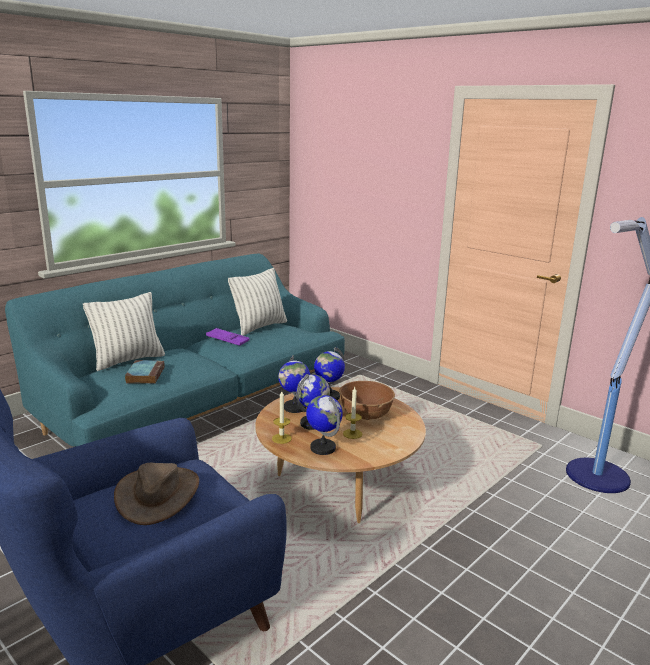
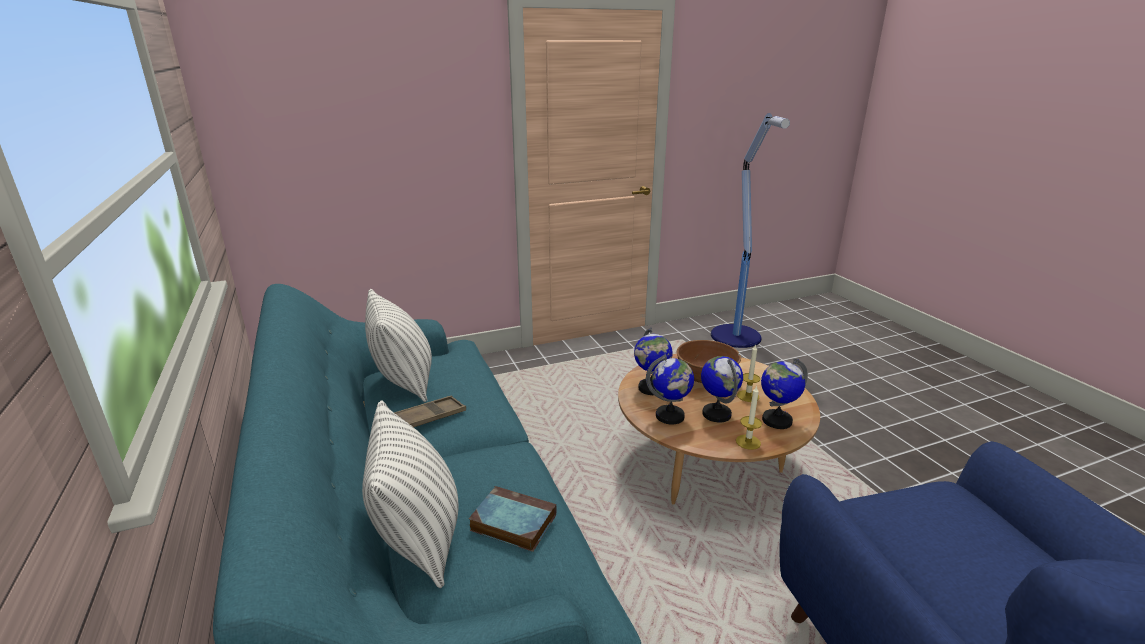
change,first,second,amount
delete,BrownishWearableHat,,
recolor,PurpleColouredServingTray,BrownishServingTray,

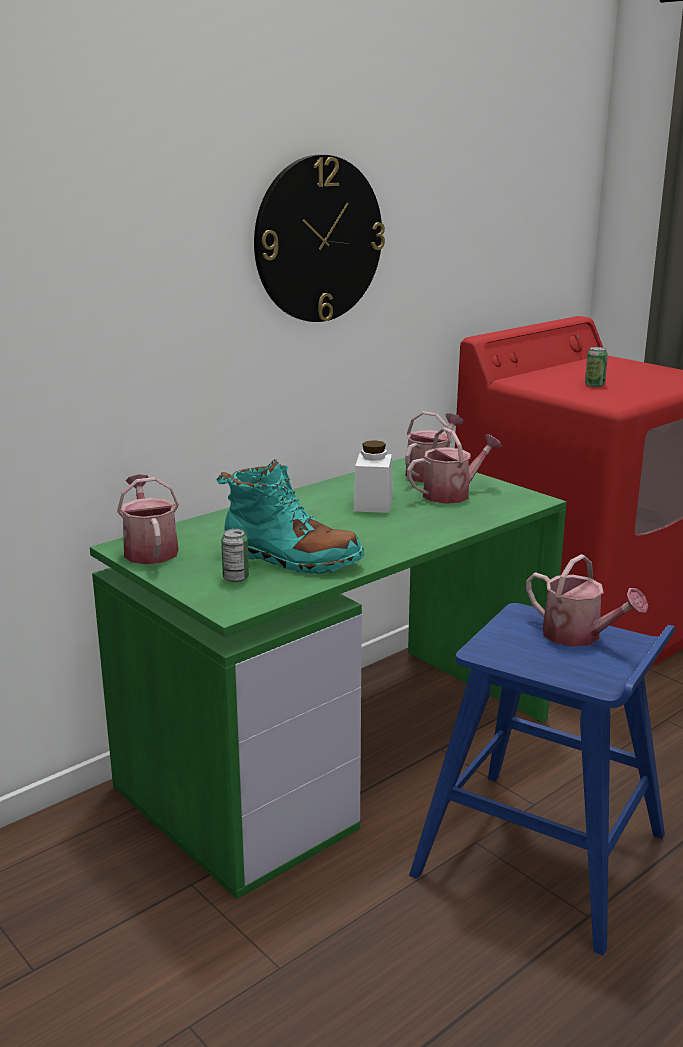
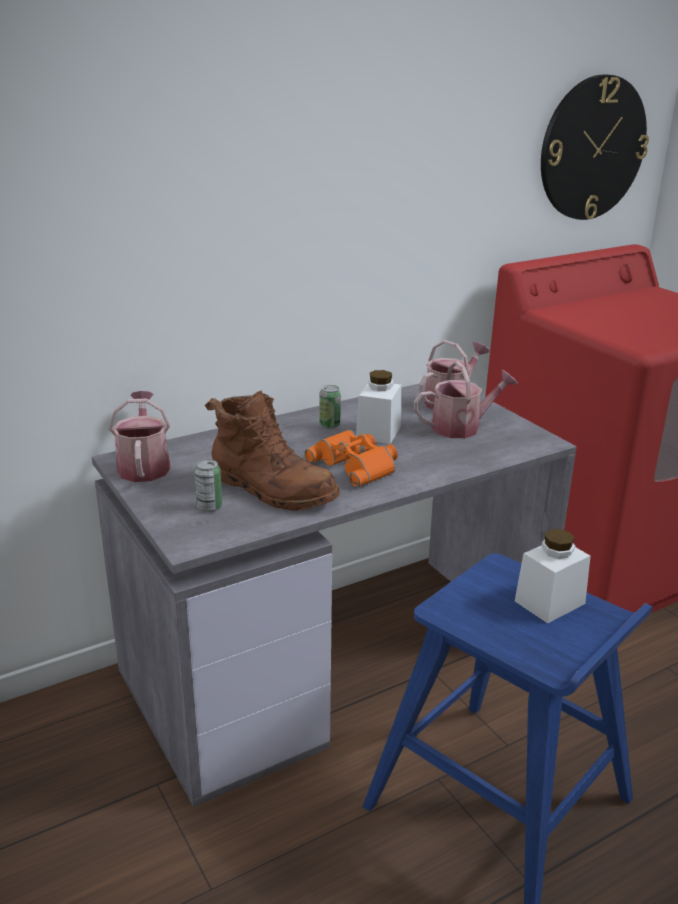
change,first,second,amount
insert,,OrangeBinoculars,
move,HangingClock,,
move,Can (2nd from left),,
replace,WateringPot (4th from left),WhitishPreserveJar (2nd from left),
recolor,GreenColouredDeskTable,GreyishDeskTable,
recolor,TurquoiseColouredBoot,BrownishBoot,

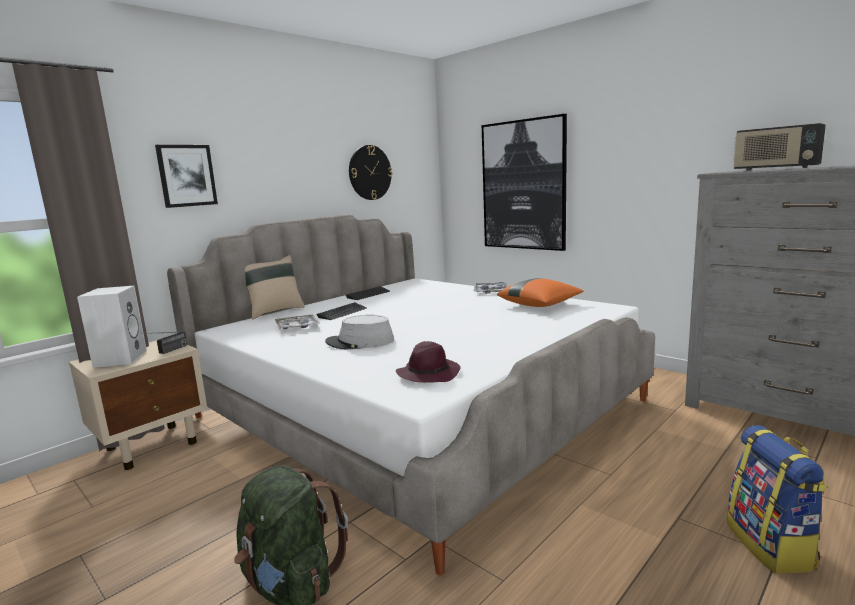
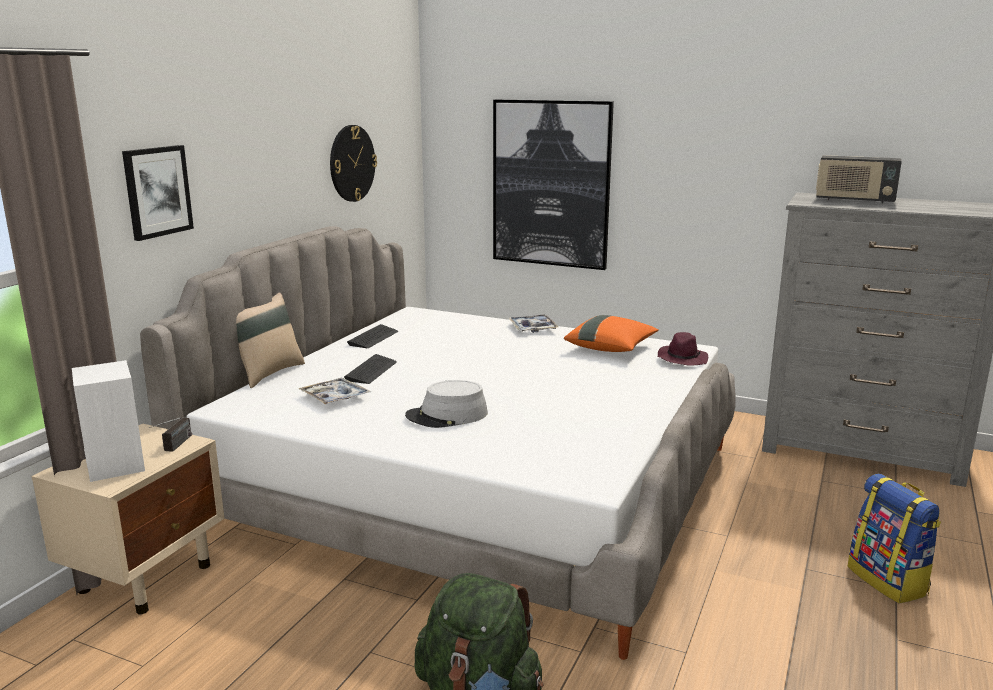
change,first,second,amount
move,PurpleColouredWearableHat,,

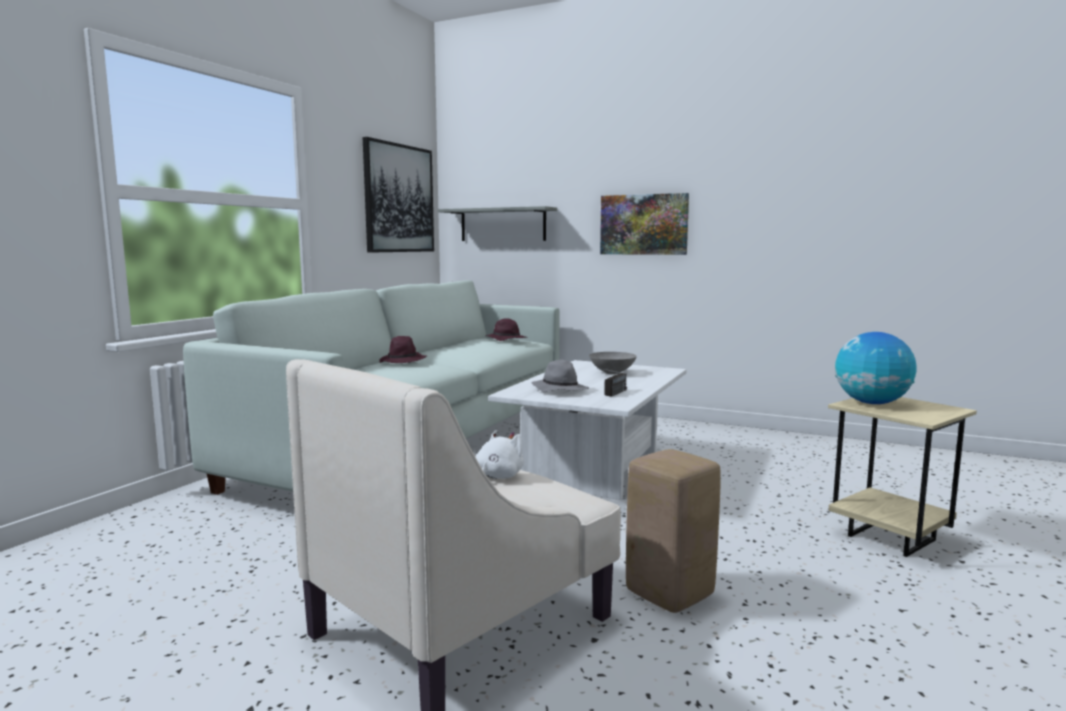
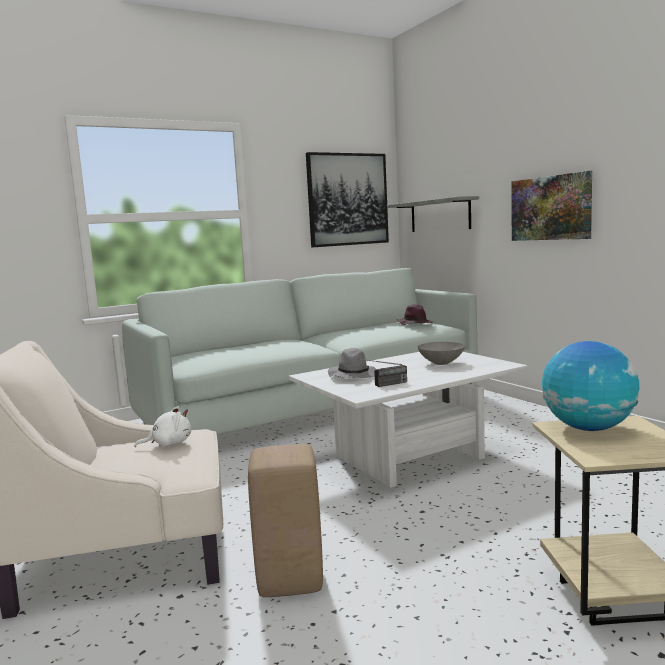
change,first,second,amount
delete,PurpleColouredWearableHat (1st from left),,

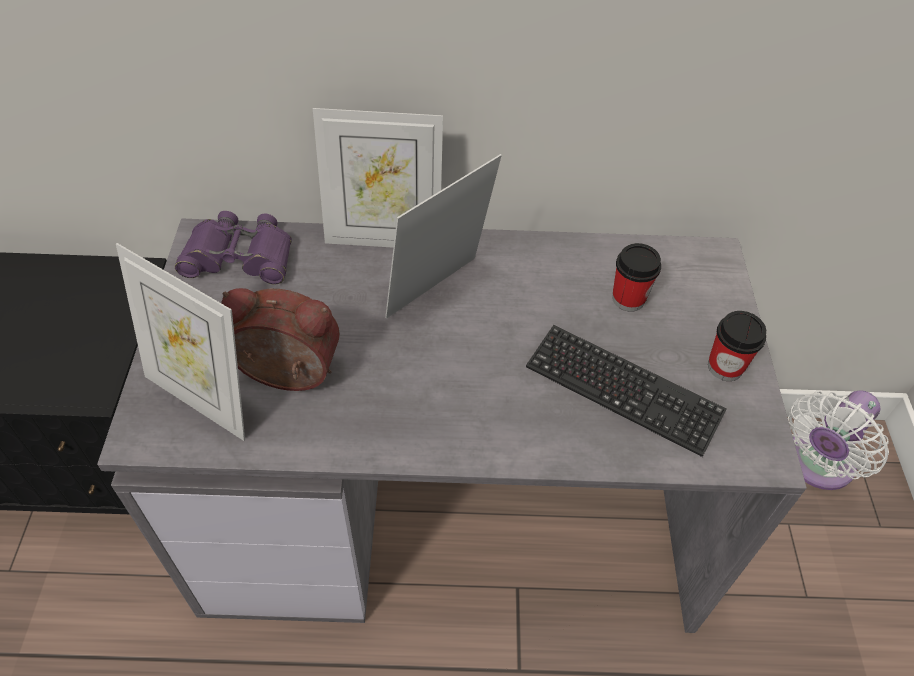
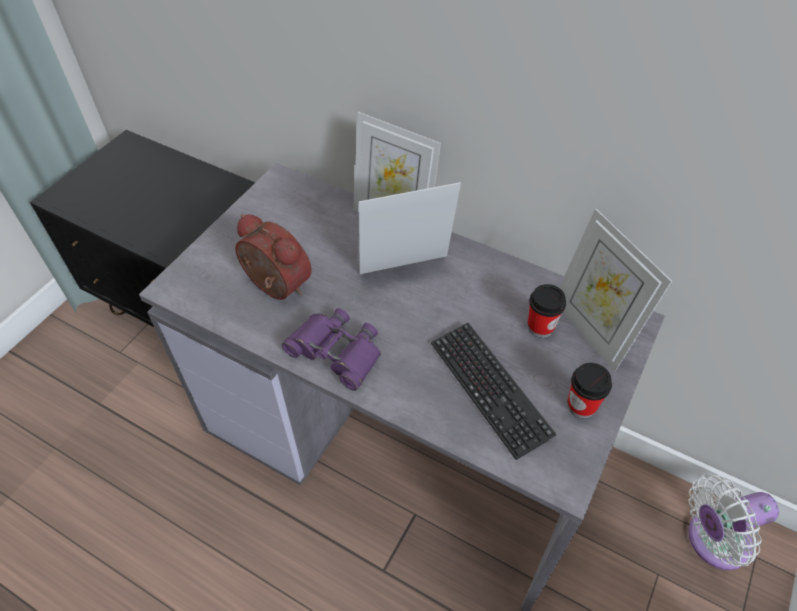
change,first,second,amount
move,PhotoFrame (1st from left in the first image),PhotoFrame (3rd from left),
move,PurpleColouredBinoculars,,

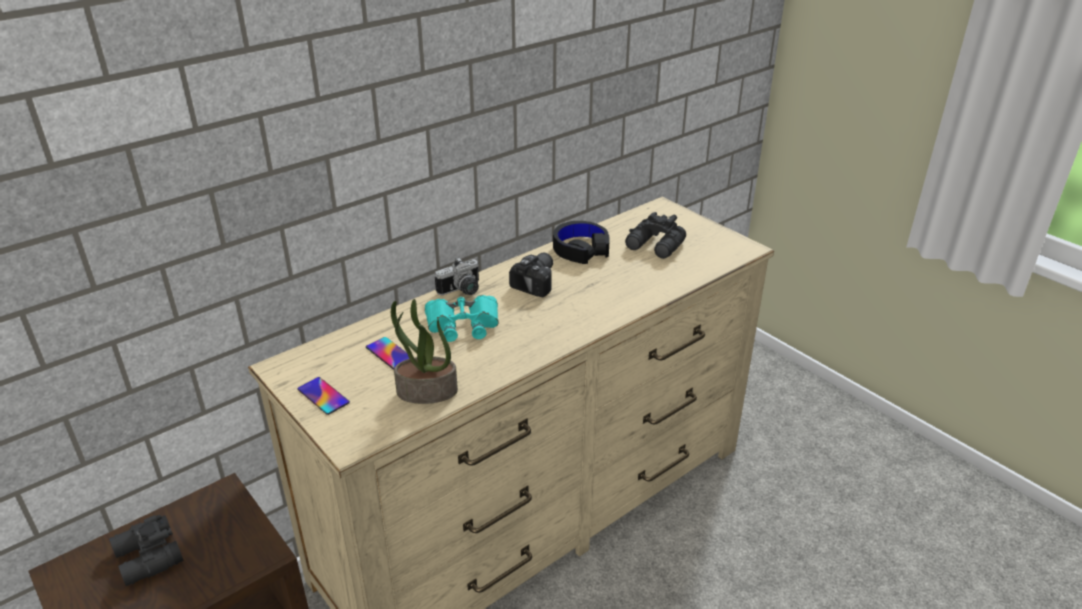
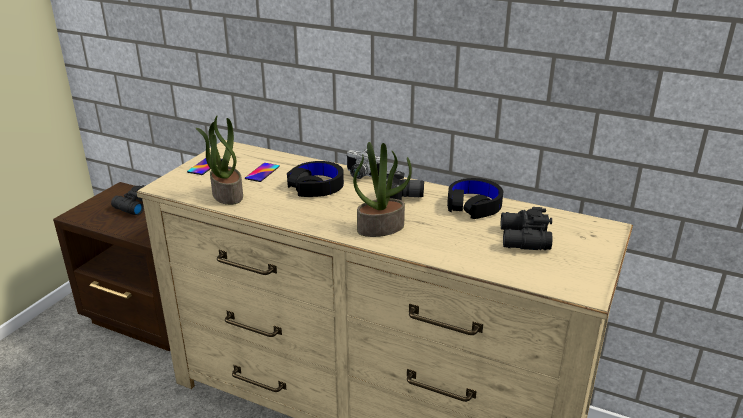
change,first,second,amount
insert,,PlantInAPot (2nd from left),
replace,TurquoiseColouredBinoculars,BlackColouredHeadphones (1st from left),

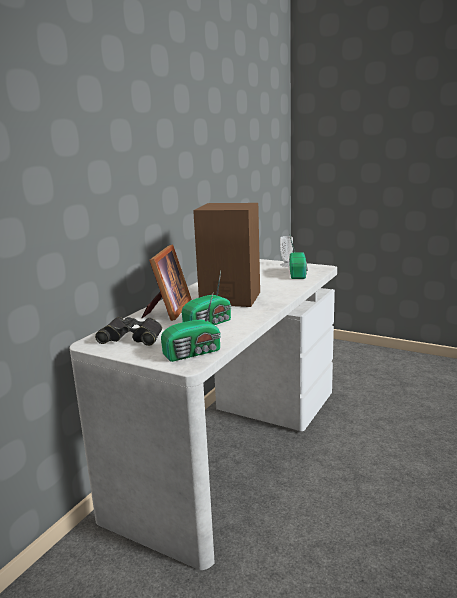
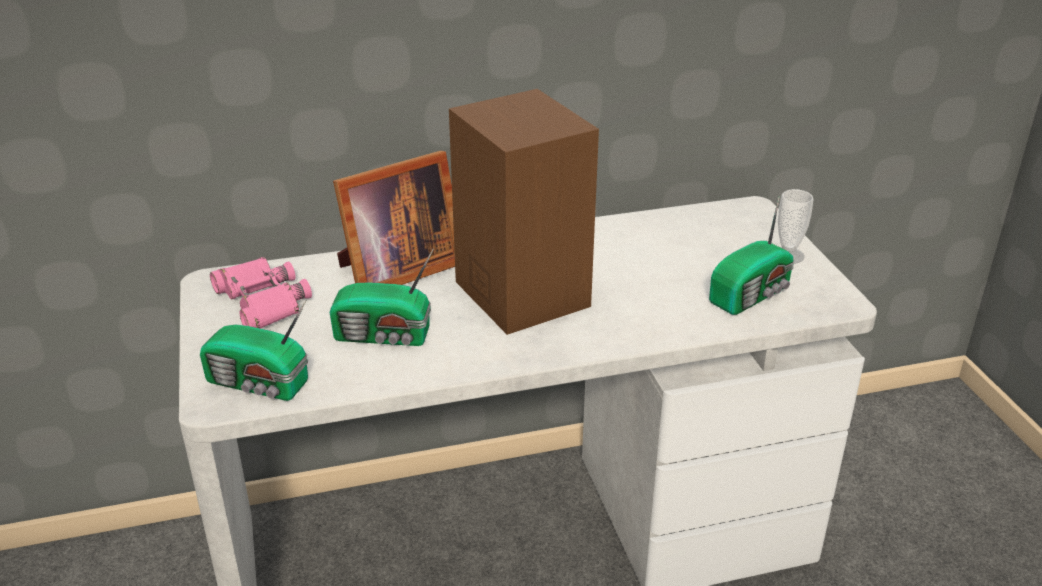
change,first,second,amount
recolor,BlackColouredBinoculars,PinkColouredBinoculars,

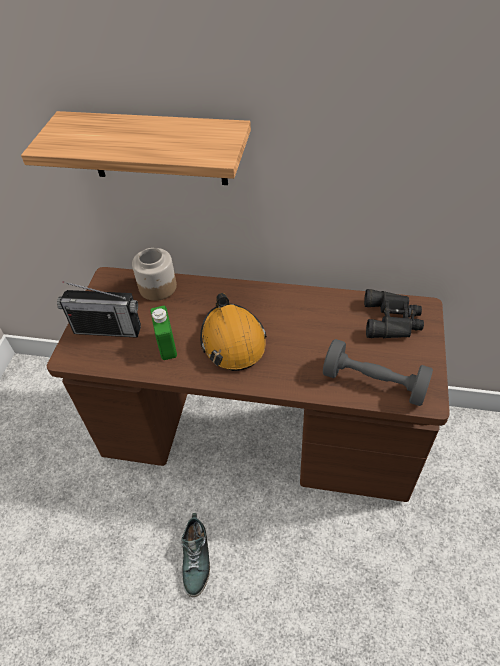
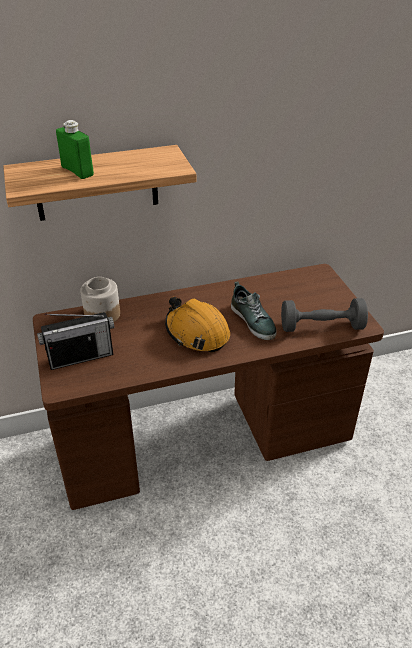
change,first,second,amount
delete,BlackColouredBinoculars,,
move,GreenColouredBeverageBottle,,
move,Shoe,,

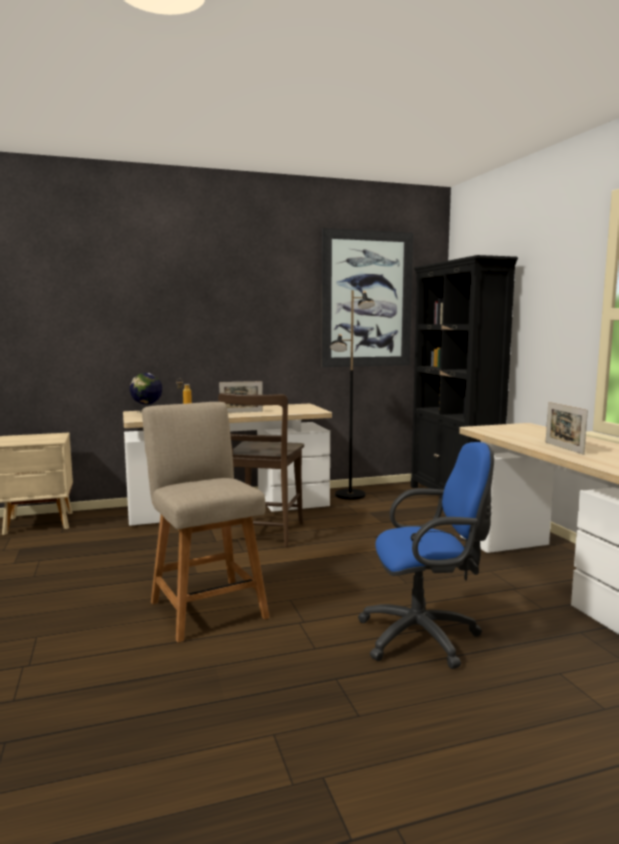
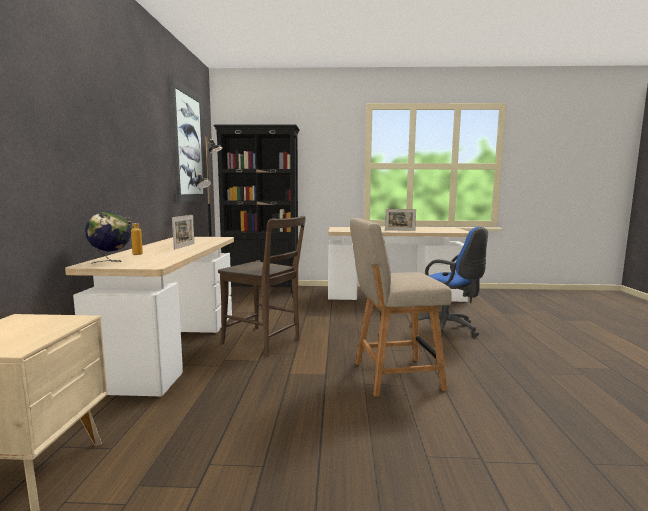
change,first,second,amount
rotate,BlueColouredOfficeChair,,120 degrees clockwise

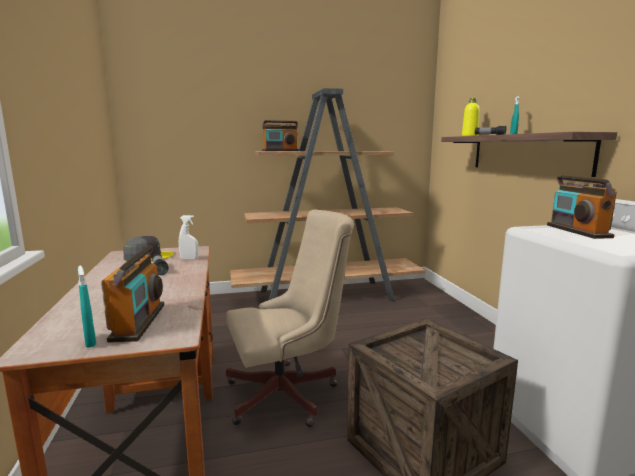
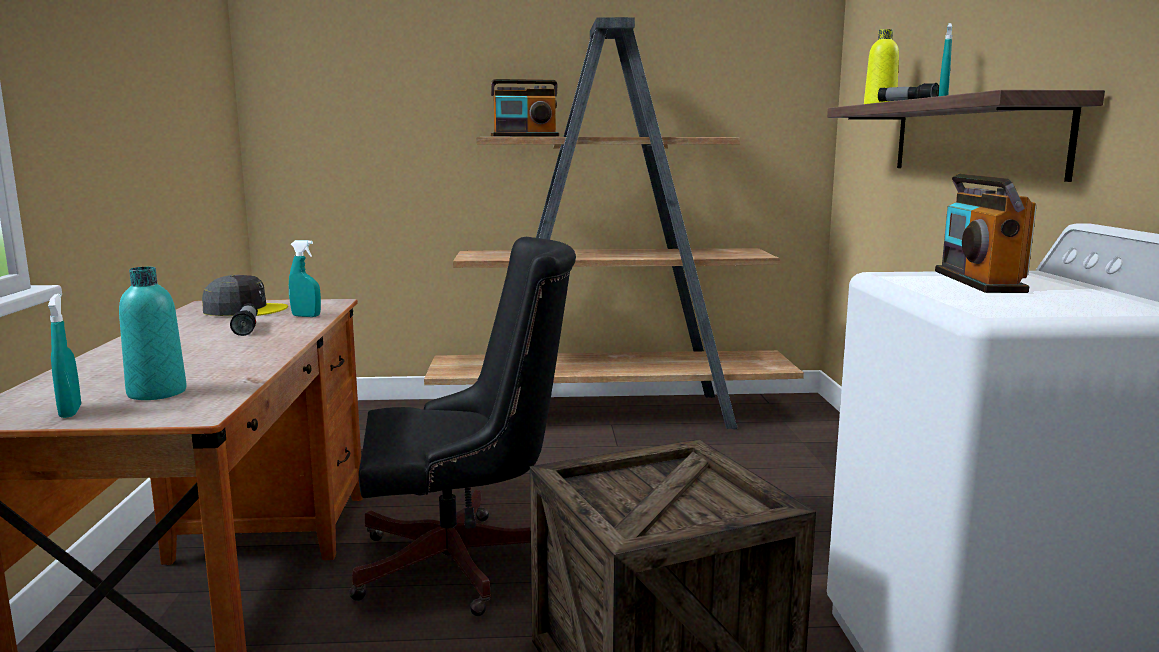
change,first,second,amount
replace,RadioSet (1st from left),TurquoiseColouredBeverageBottle,
recolor,WhitishHandSprayer,TurquoiseColouredHandSprayer (2nd from left),
recolor,BeigeOfficeChair,BlackColouredOfficeChair,

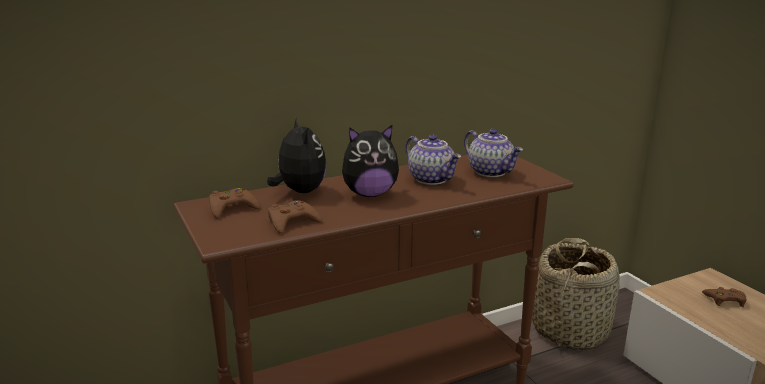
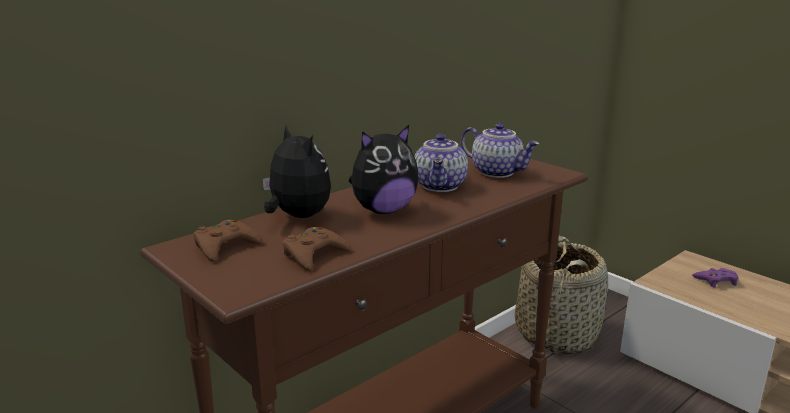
change,first,second,amount
recolor,BrownishJoypad (3rd from left),PurpleColouredJoypad,
rotate,PotForTea (1st from left),,60 degrees clockwise

